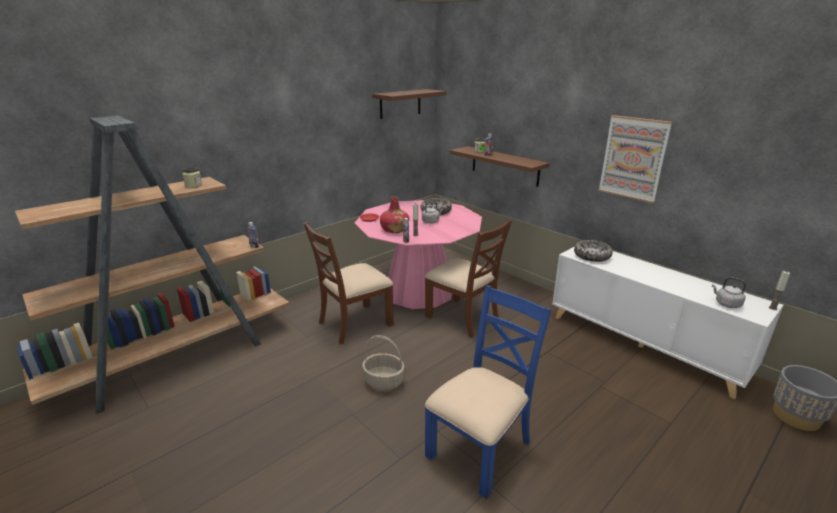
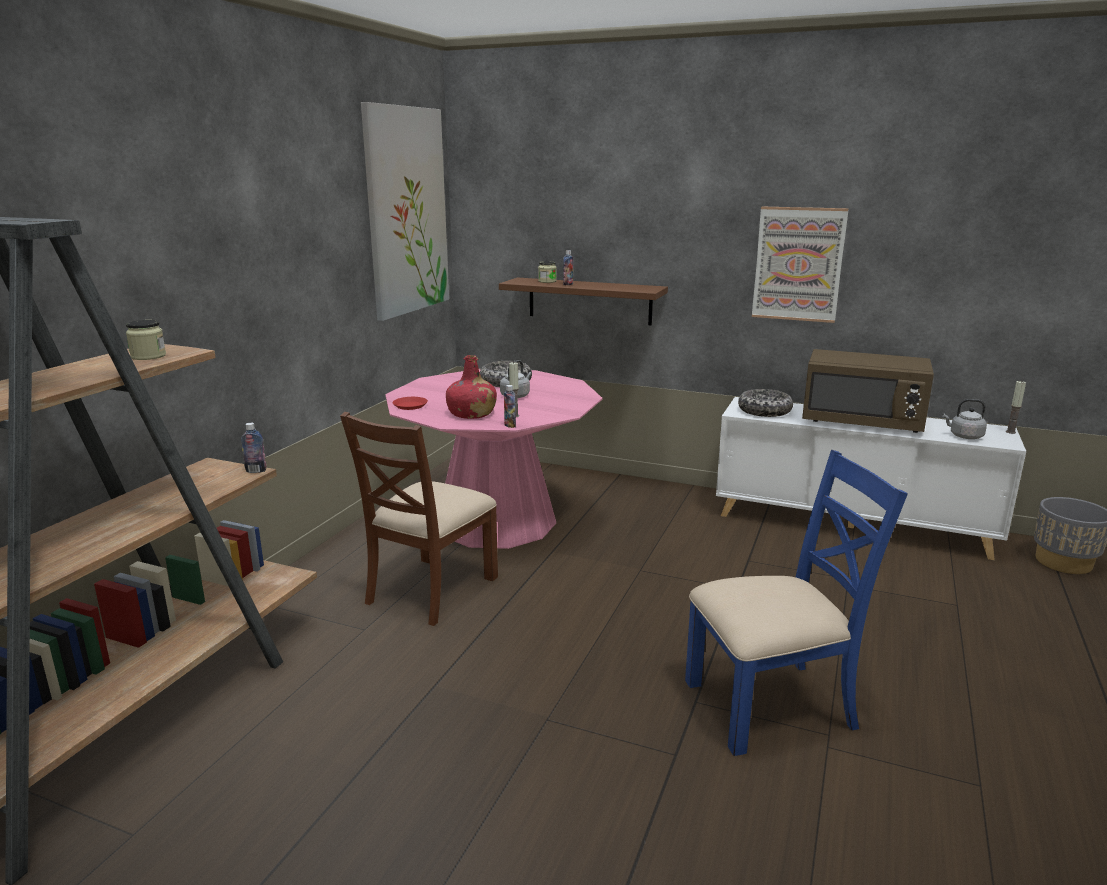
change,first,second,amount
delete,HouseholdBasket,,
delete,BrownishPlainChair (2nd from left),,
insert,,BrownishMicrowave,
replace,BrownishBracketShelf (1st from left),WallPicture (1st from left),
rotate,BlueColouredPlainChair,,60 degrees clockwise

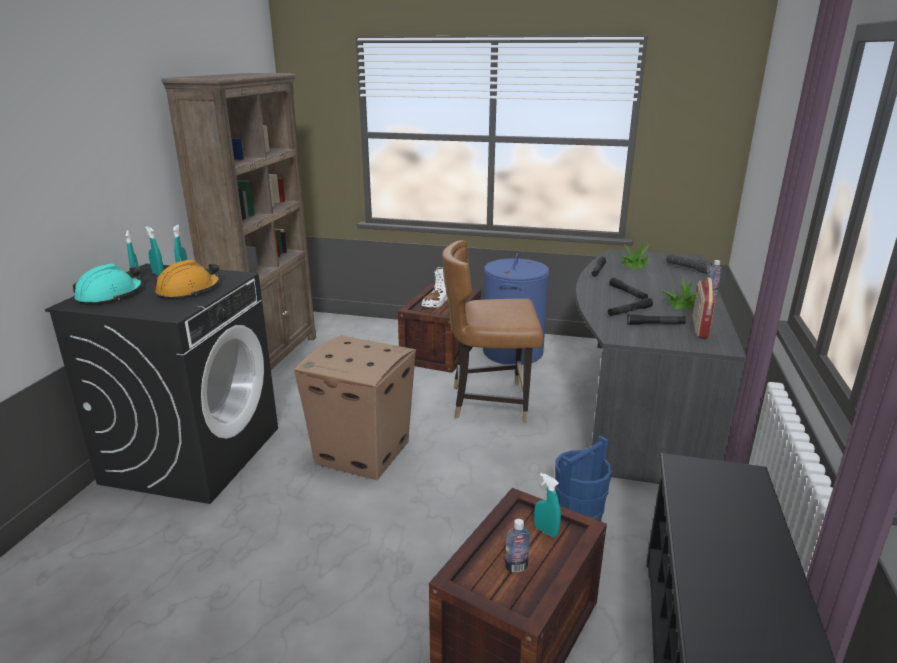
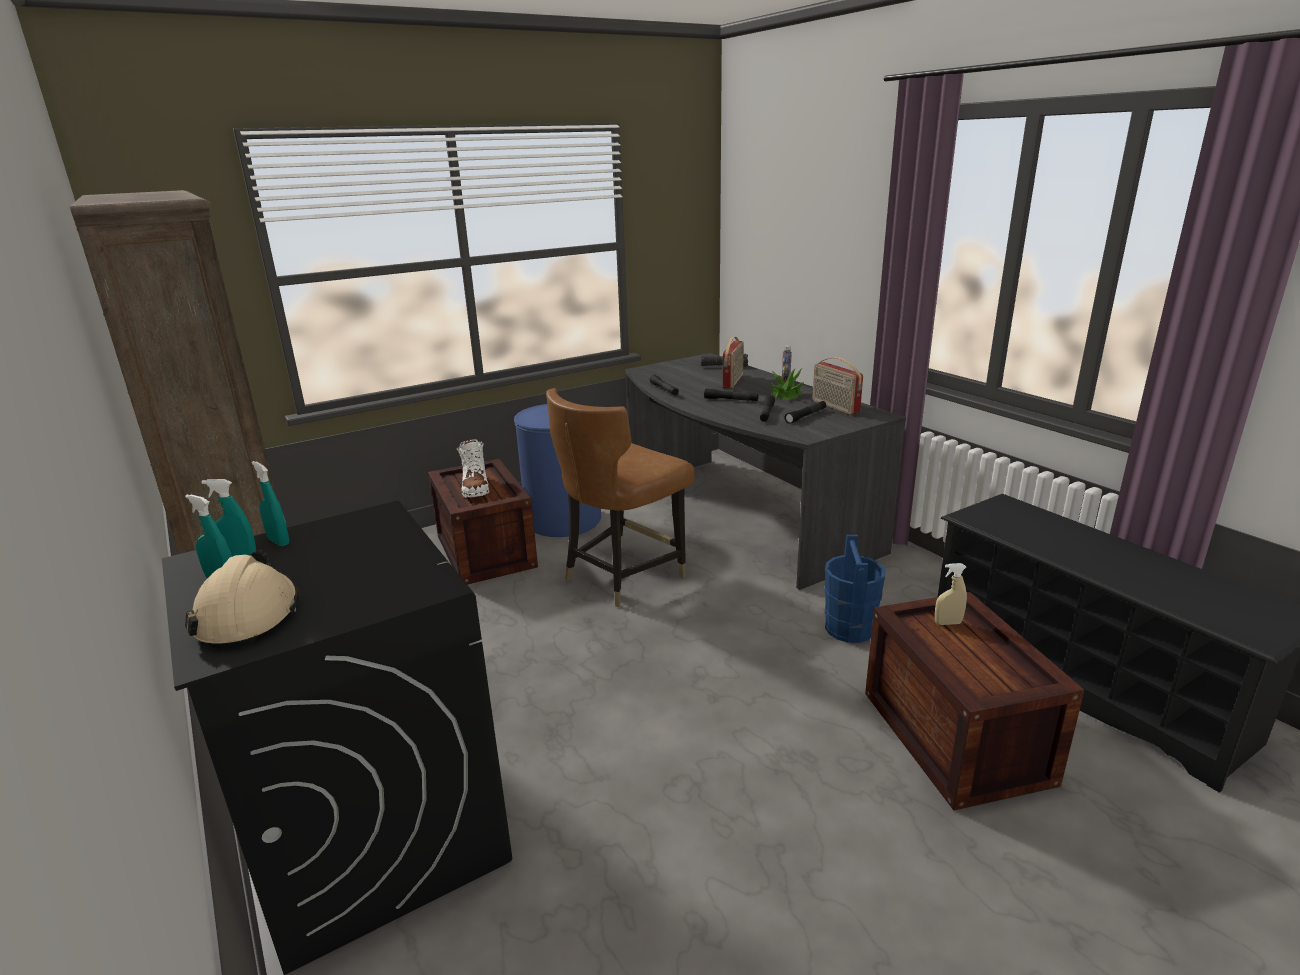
change,first,second,amount
delete,OrangeSafetyHelmet,,
delete,PackingBox,,
delete,BeverageBottle (1st from left),,
delete,PlantInAPot (1st from left),,
insert,,RadioSet (1st from left),
recolor,TurquoiseColouredSafetyHelmet,BeigeSafetyHelmet,
recolor,TurquoiseColouredHandSprayer (4th from left),BeigeHandSprayer,

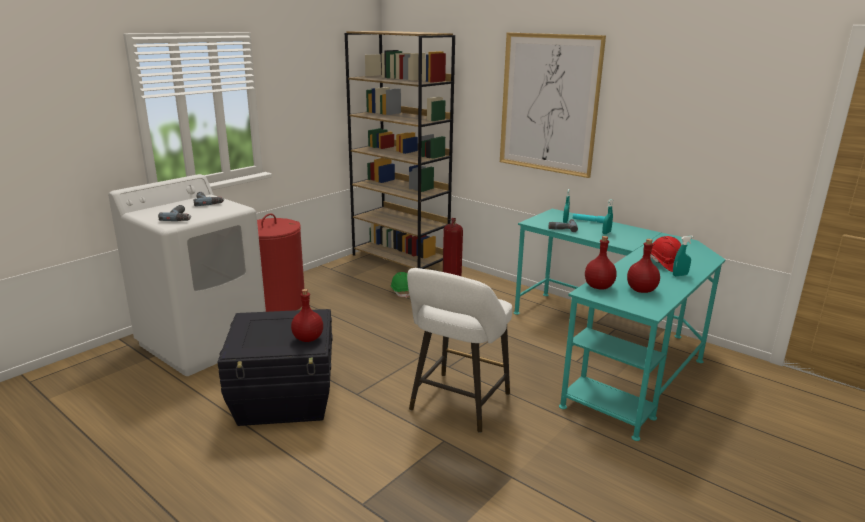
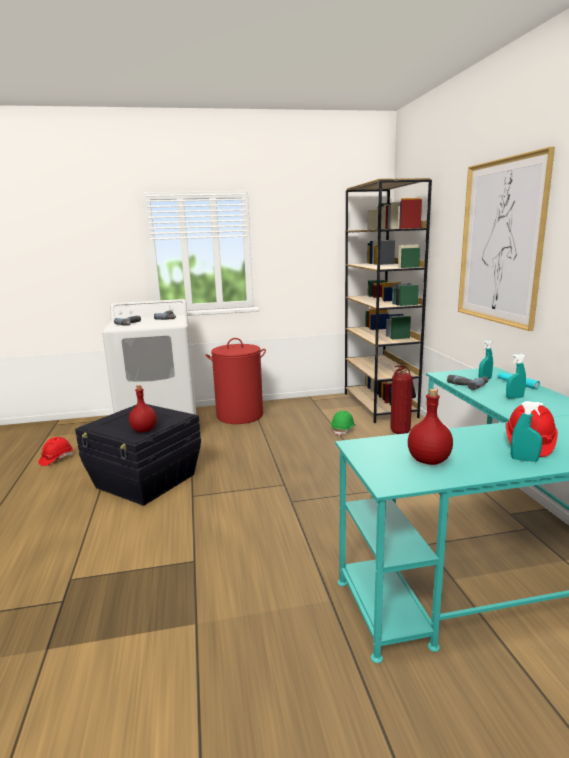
change,first,second,amount
delete,WhitishSittingStool,,
delete,ReddishBeverageBottle (2nd from left),,
insert,,ReddishSafetyHelmet (1st from left),

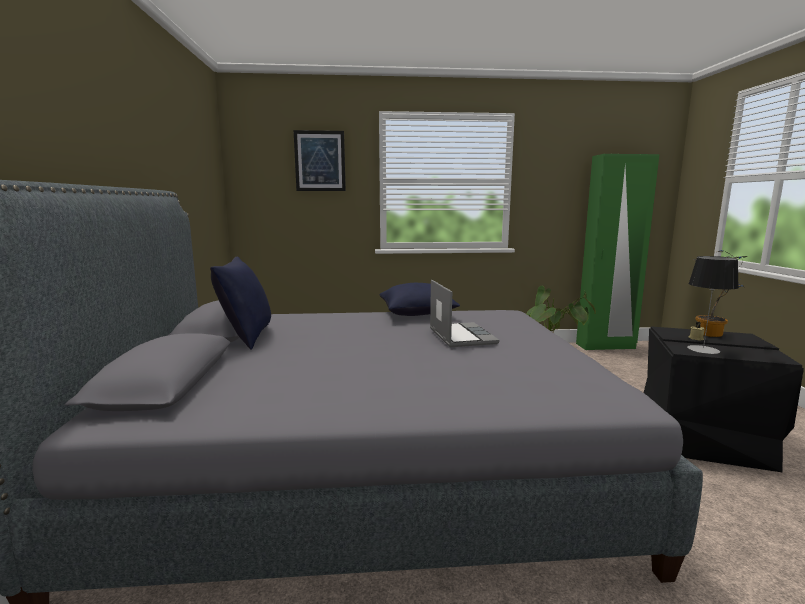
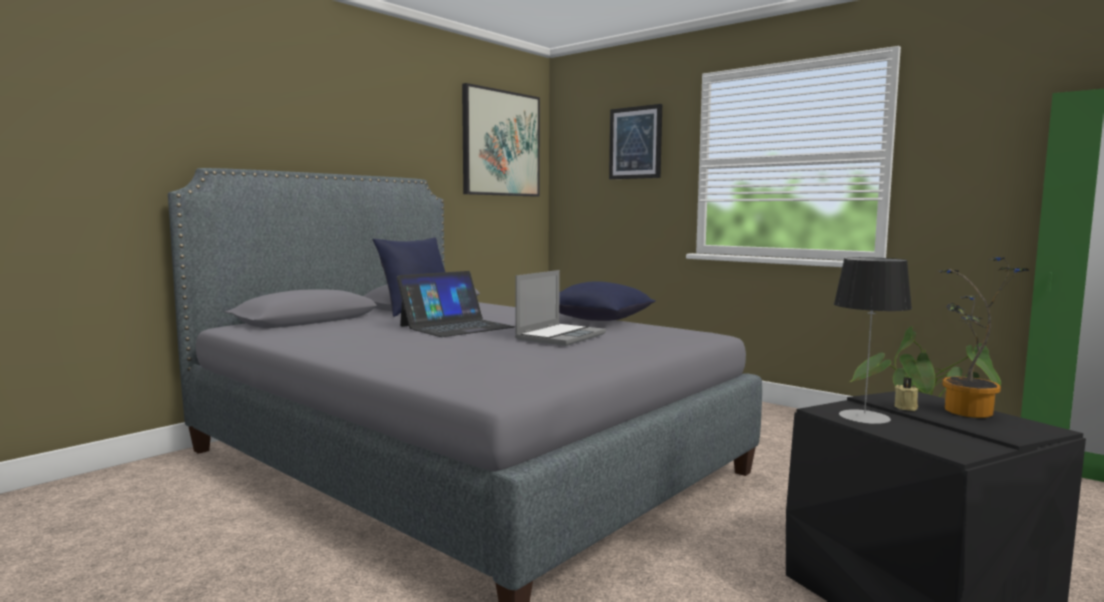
change,first,second,amount
insert,,NotebookComputer (1st from left),
insert,,WallPicture (1st from left),

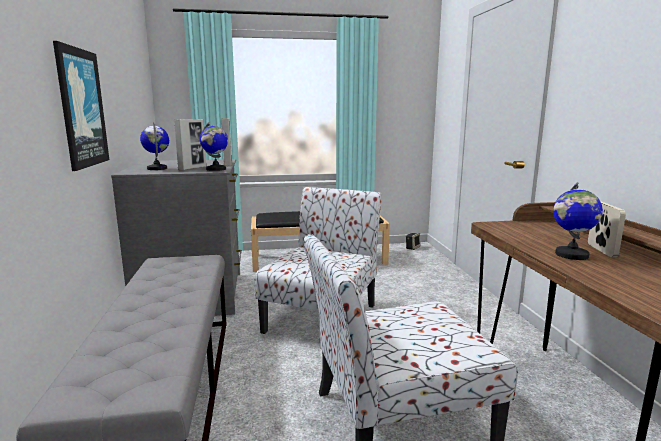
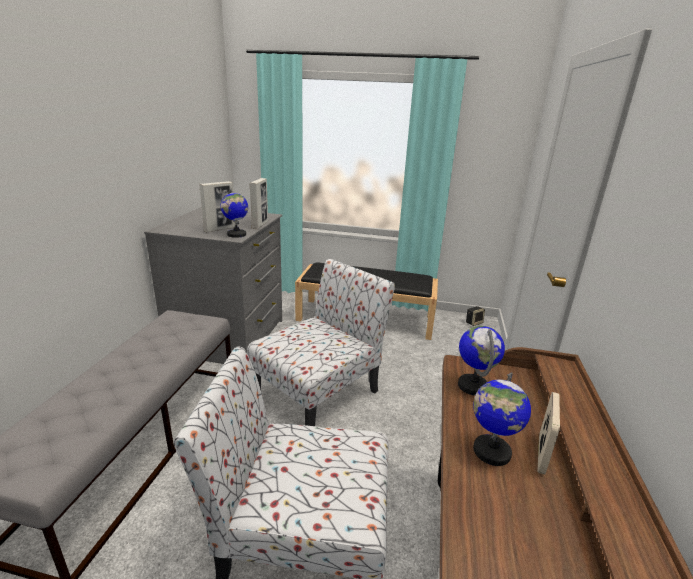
change,first,second,amount
delete,WallPicture,,
move,WorldGlobe (1st from left in the first image),WorldGlobe (2nd from left),

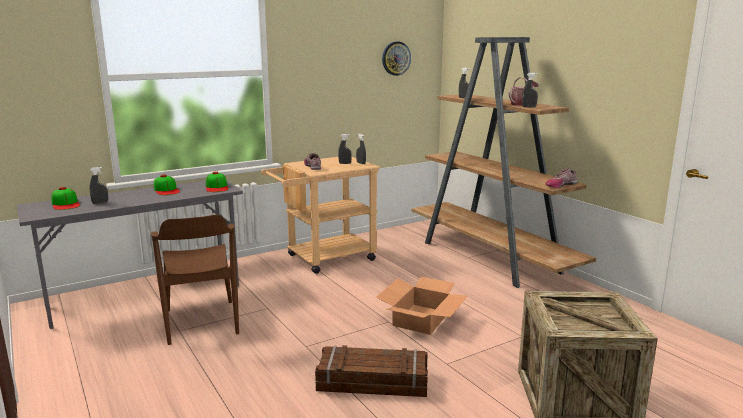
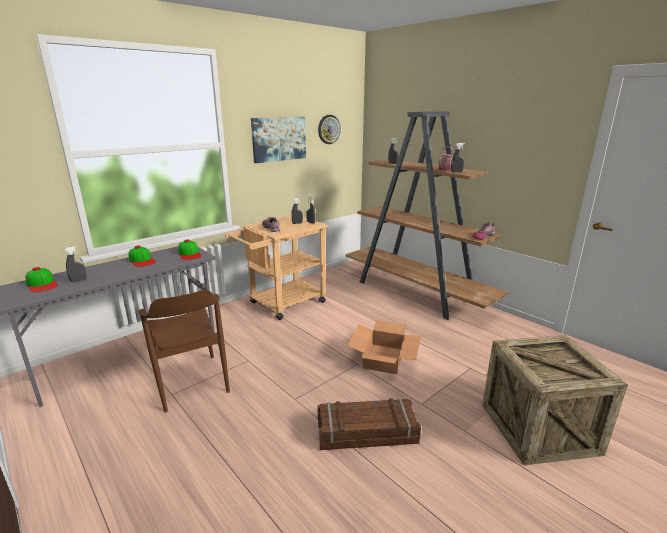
change,first,second,amount
insert,,WallPicture,

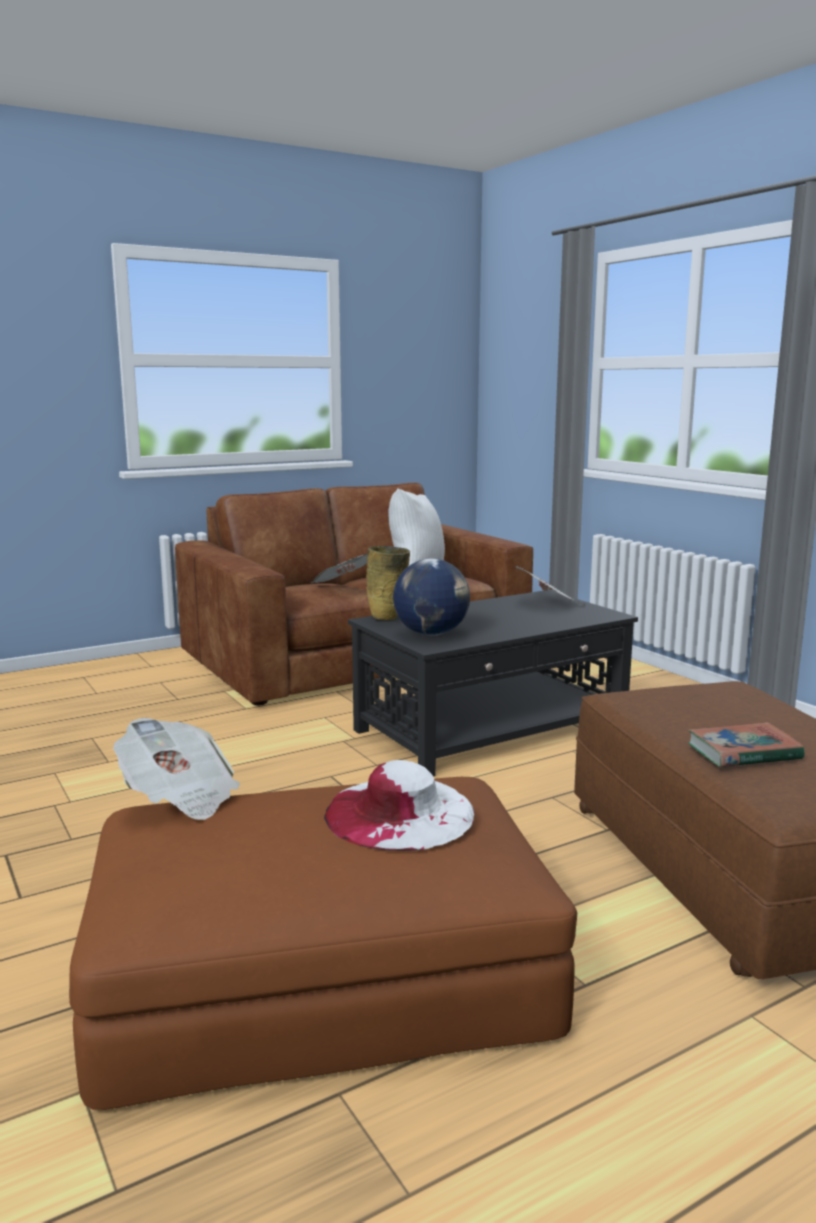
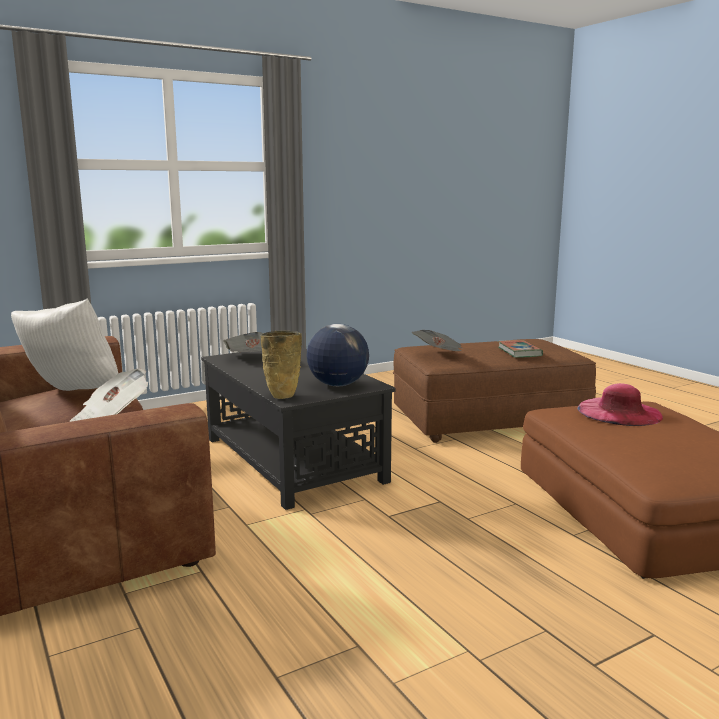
change,first,second,amount
move,Newspaper (1st from left in the first image),Newspaper (3rd from left),
recolor,WhitishWearableHat,PinkColouredWearableHat,

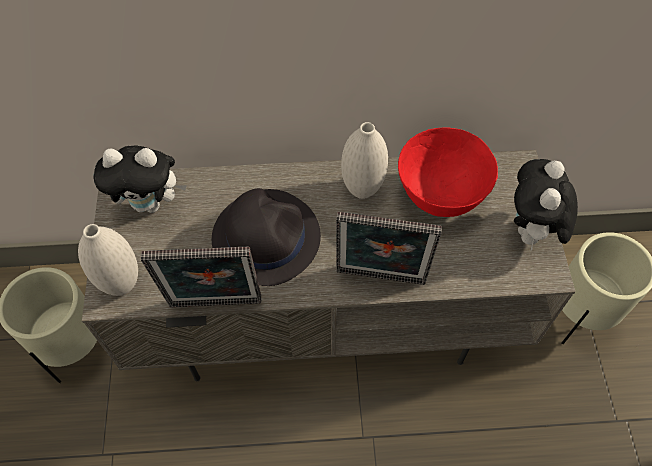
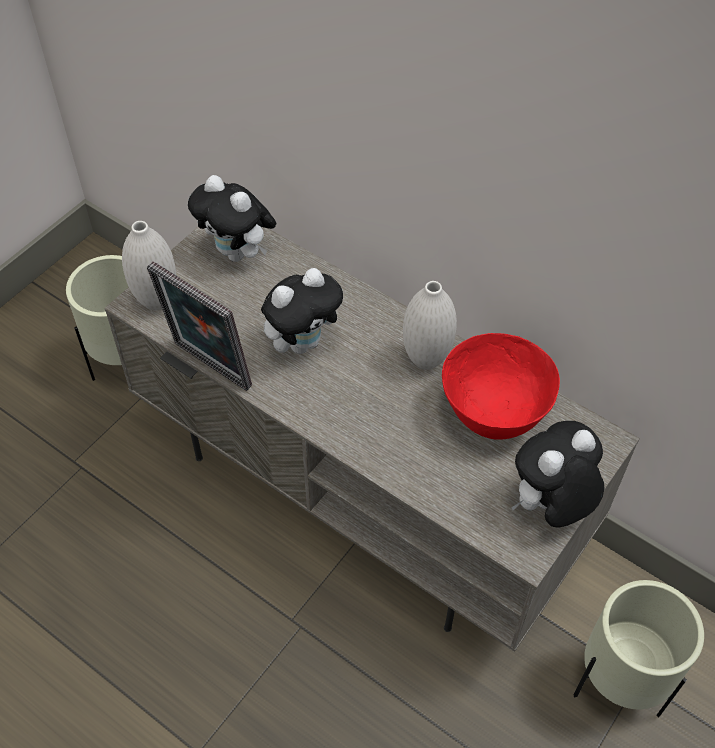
change,first,second,amount
delete,PhotoFrame (2nd from left),,
replace,BlackColouredWearableHat,PlushToy (2nd from left),

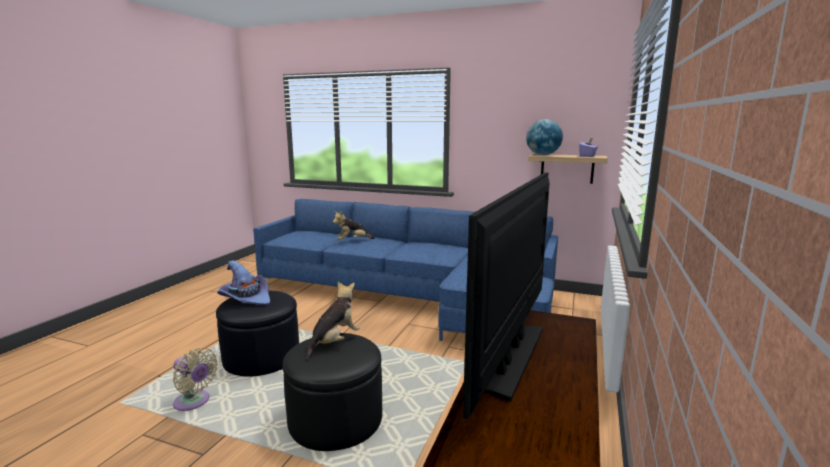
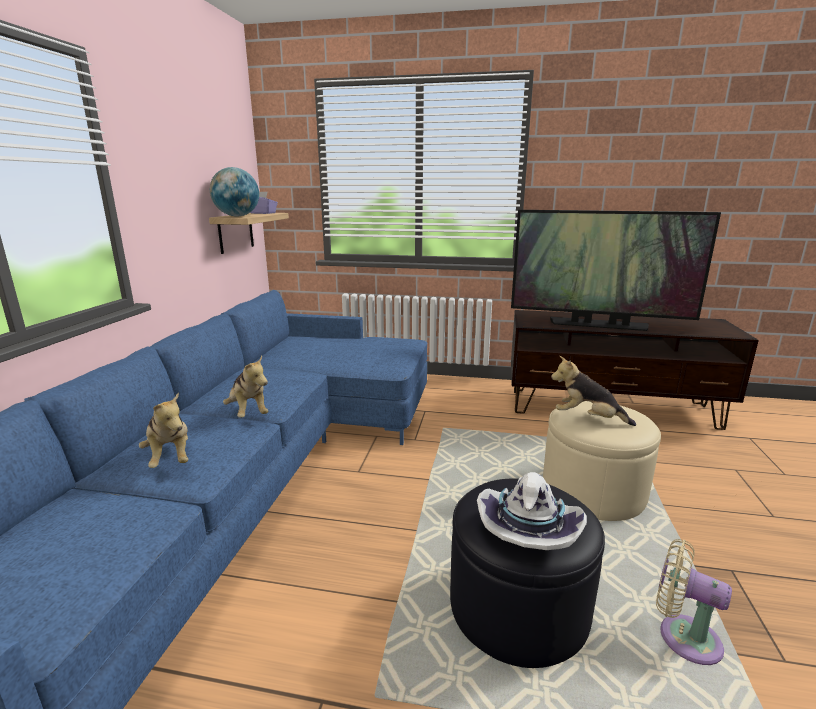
change,first,second,amount
insert,,PlushToy (2nd from left),
recolor,PurpleColouredWearableHat,WhitishWearableHat,
recolor,BlackColouredPouffe (2nd from left),BeigePouffe,
rotate,BeigeElectricFan,,75 degrees counterclockwise

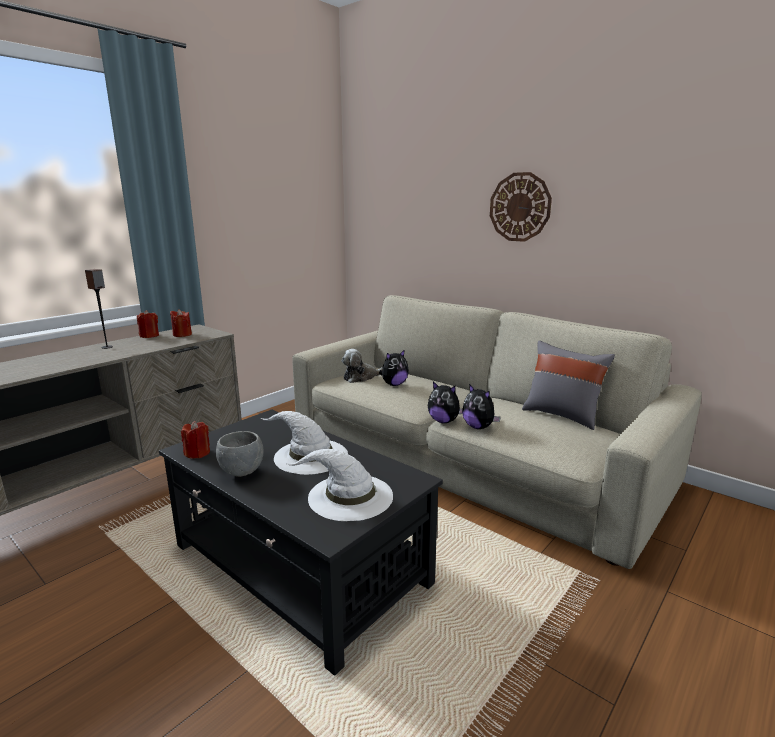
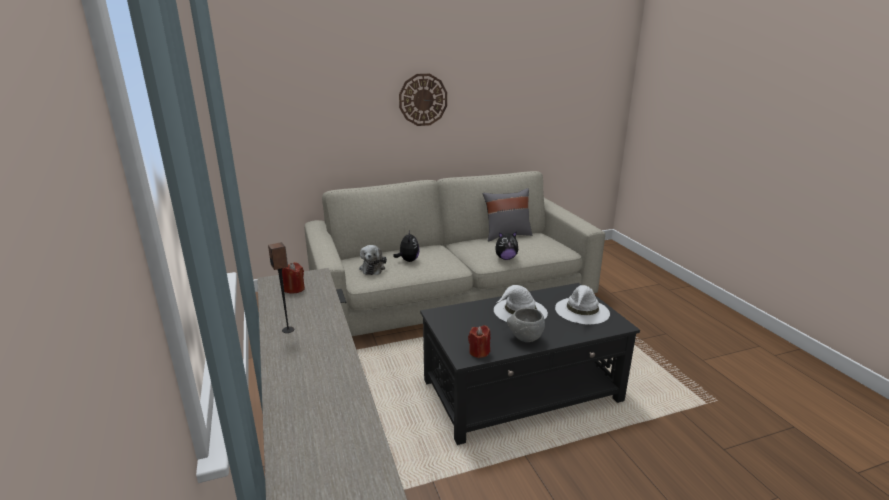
change,first,second,amount
delete,ReddishCandle (1st from left),,
delete,PlushToy (3rd from left),,

